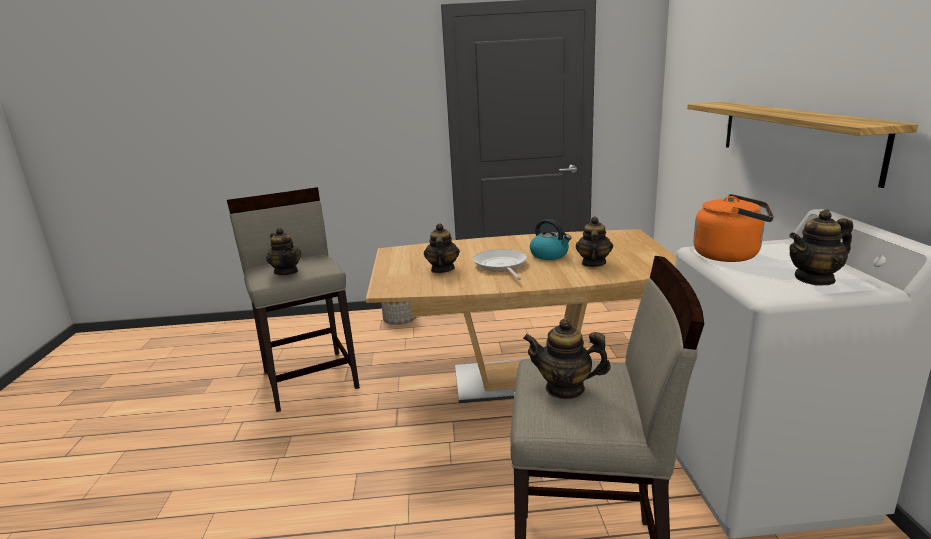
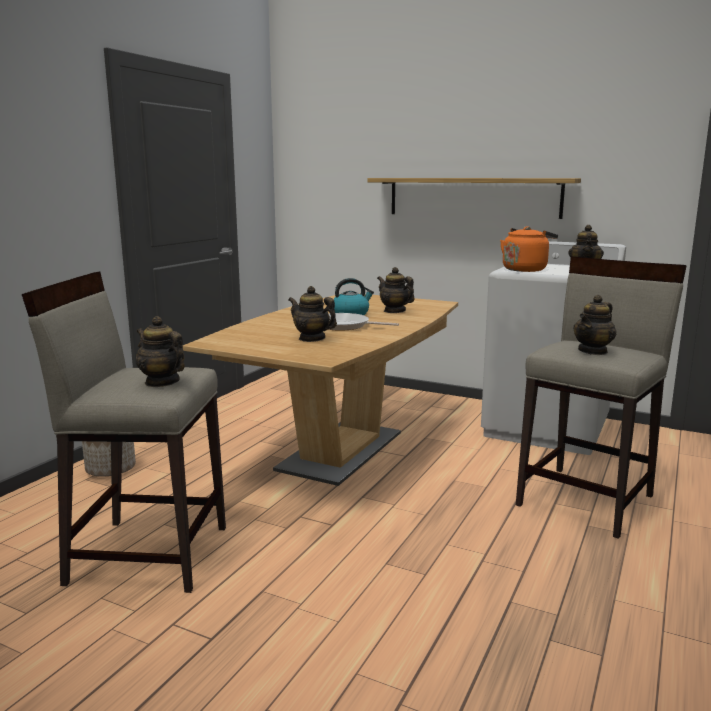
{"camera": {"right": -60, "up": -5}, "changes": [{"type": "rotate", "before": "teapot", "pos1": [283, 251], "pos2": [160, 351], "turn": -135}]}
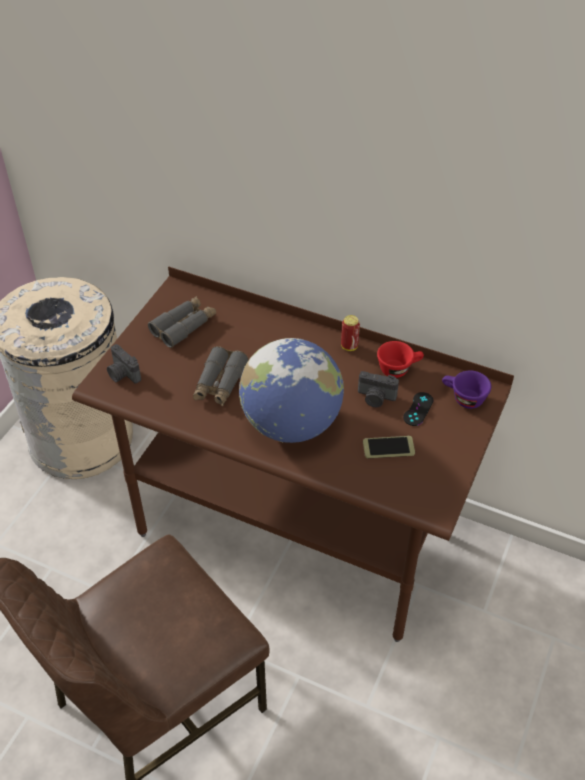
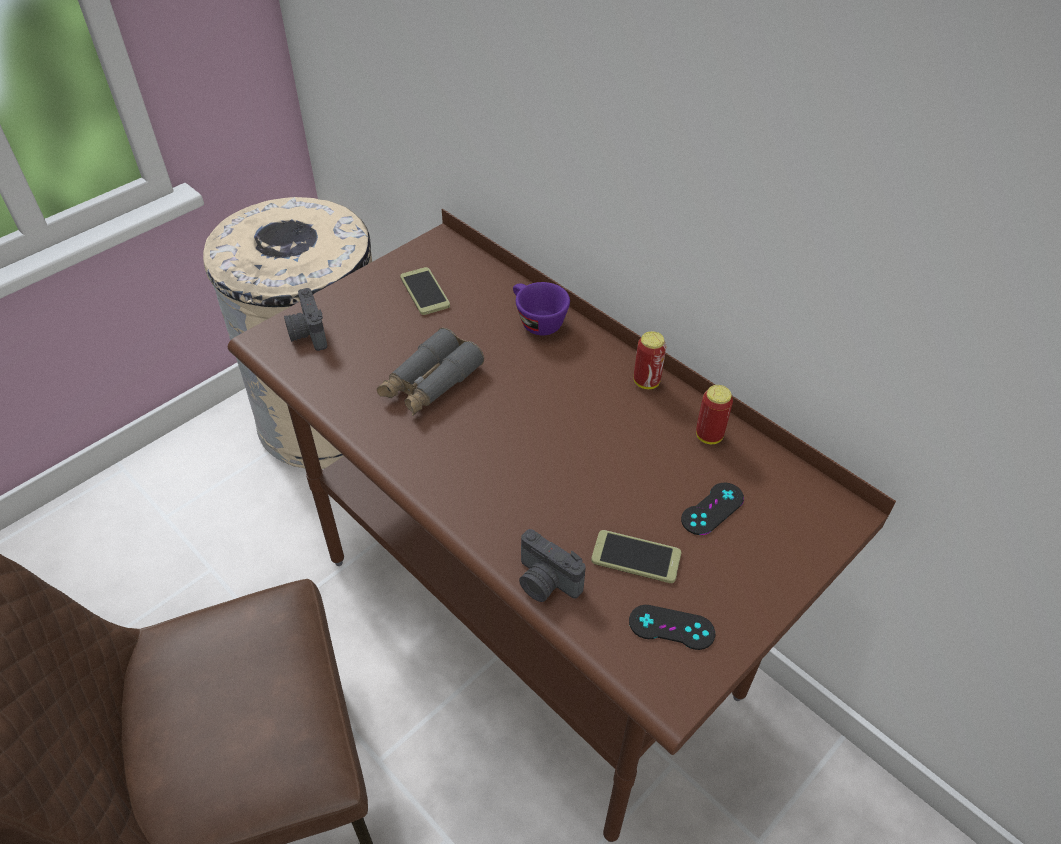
{"camera": {"right": 20, "up": 0}, "changes": [{"type": "replace", "before": "grey_binoculars", "after": "phone", "pos1": [182, 322], "pos2": [425, 291]}, {"type": "delete", "before": "globe", "pos1": [291, 390]}, {"type": "replace", "before": "red_cup", "after": "can", "pos1": [400, 359], "pos2": [714, 414]}, {"type": "move", "before": "photo_camera", "pos1": [378, 389], "pos2": [552, 565]}, {"type": "move", "before": "purple_cup", "pos1": [466, 390], "pos2": [541, 308]}, {"type": "insert", "after": "black_game_controller", "pos2": [672, 627]}]}
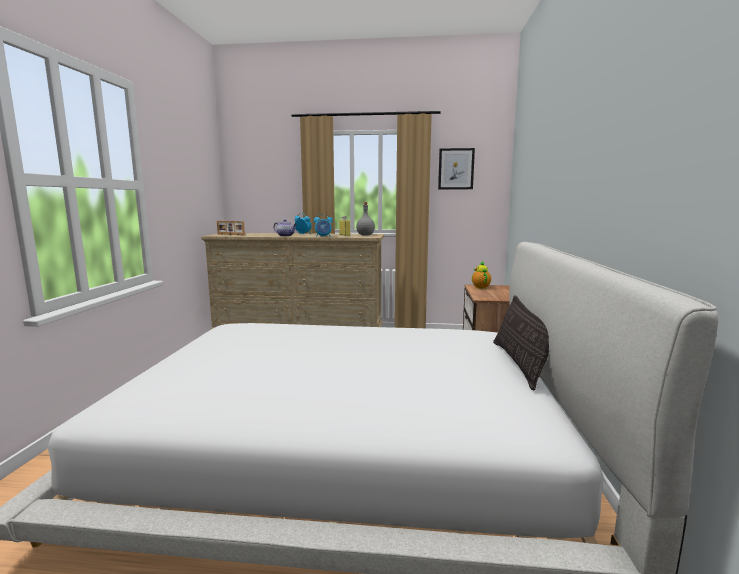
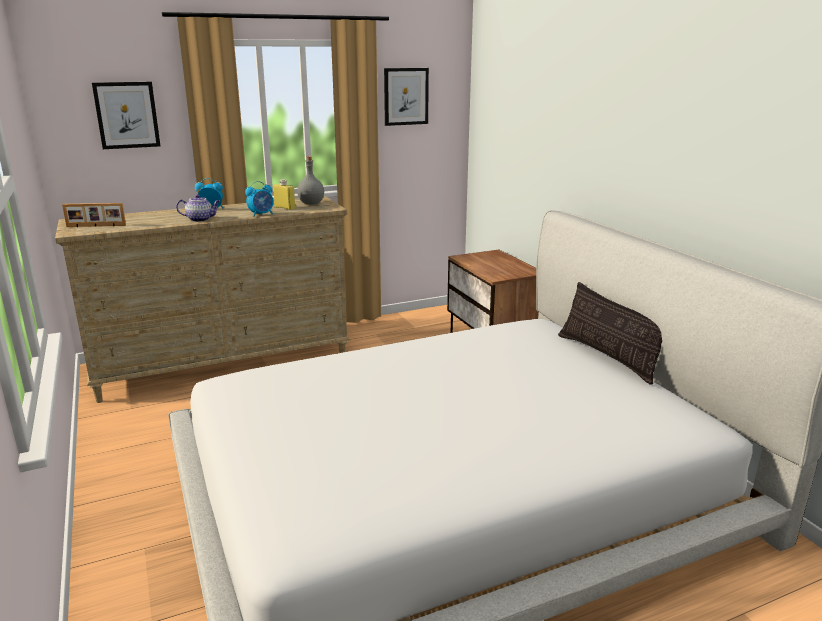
{"camera": {"right": -30, "up": 10}, "changes": [{"type": "delete", "before": "teapot", "pos1": [481, 275]}, {"type": "insert", "after": "picture", "pos2": [126, 115]}]}
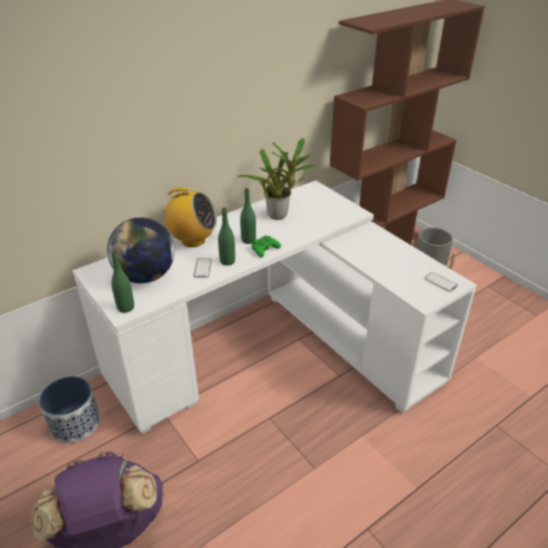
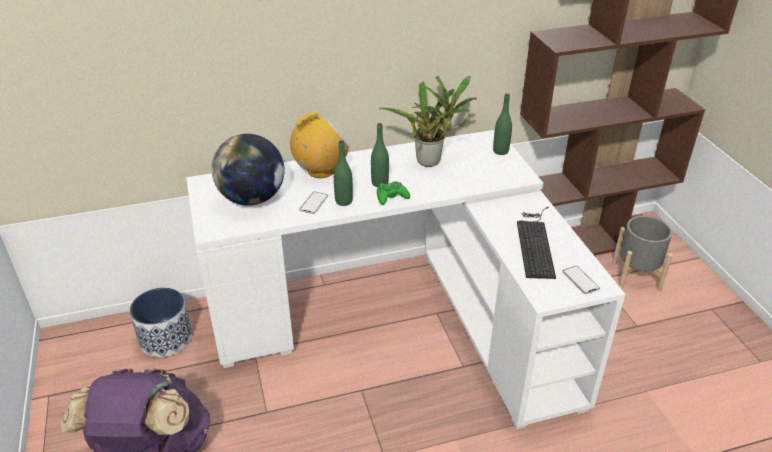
{"camera": {"right": 20, "up": 0}, "changes": [{"type": "rotate", "before": "radio", "pos1": [188, 217], "pos2": [319, 145], "turn": -60}, {"type": "move", "before": "green_bottle", "pos1": [122, 282], "pos2": [502, 124]}, {"type": "insert", "after": "keyboard", "pos2": [536, 243]}]}
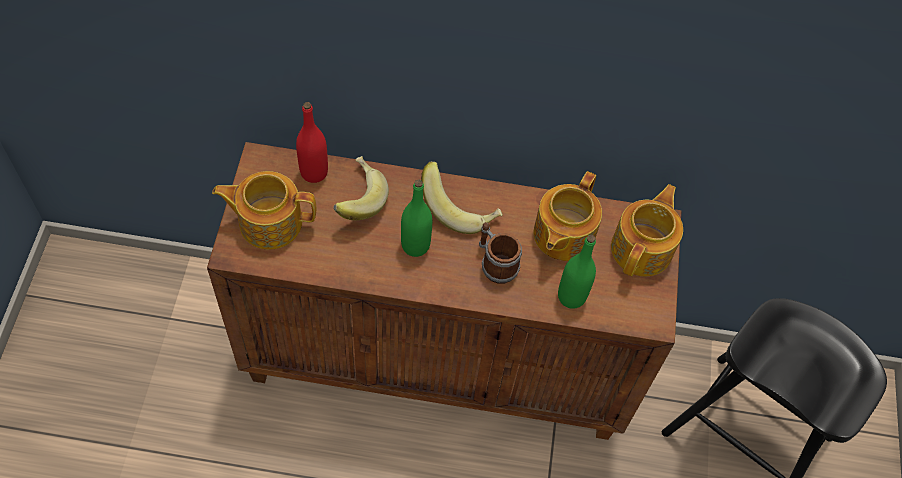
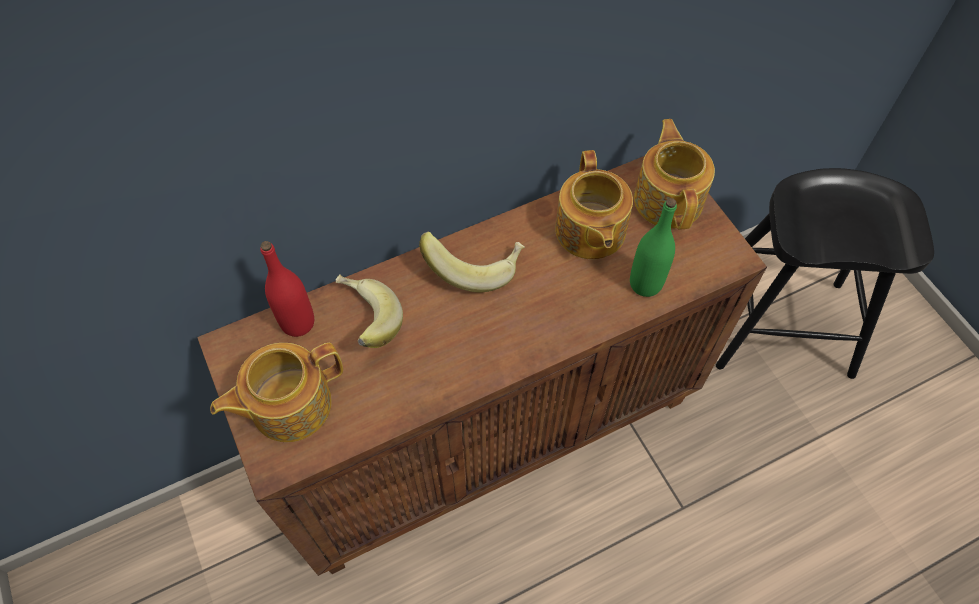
{"camera": {"right": -30, "up": 0}, "changes": [{"type": "delete", "before": "green_bottle", "pos1": [416, 218]}, {"type": "delete", "before": "mug", "pos1": [500, 253]}]}
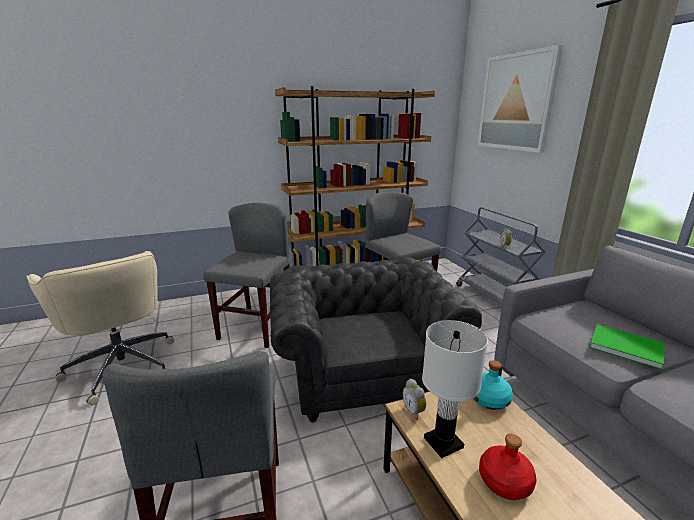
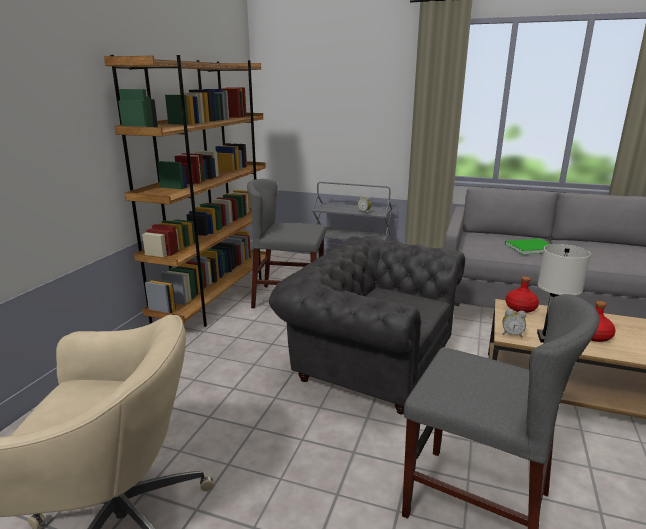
{"camera": {"right": -50, "up": 0}, "changes": [{"type": "delete", "before": "picture", "pos1": [520, 99]}, {"type": "delete", "before": "grey_chair", "pos1": [246, 275]}, {"type": "recolor", "before": "turquoise_bottle", "after": "red_bottle", "pos1": [493, 385], "pos2": [522, 294]}]}
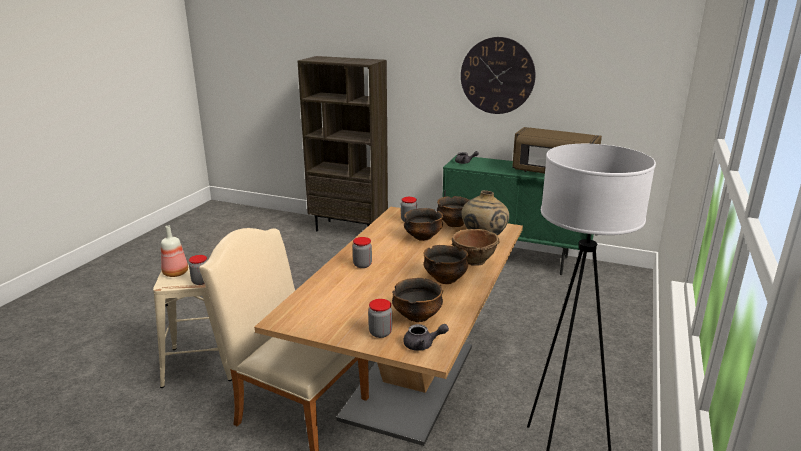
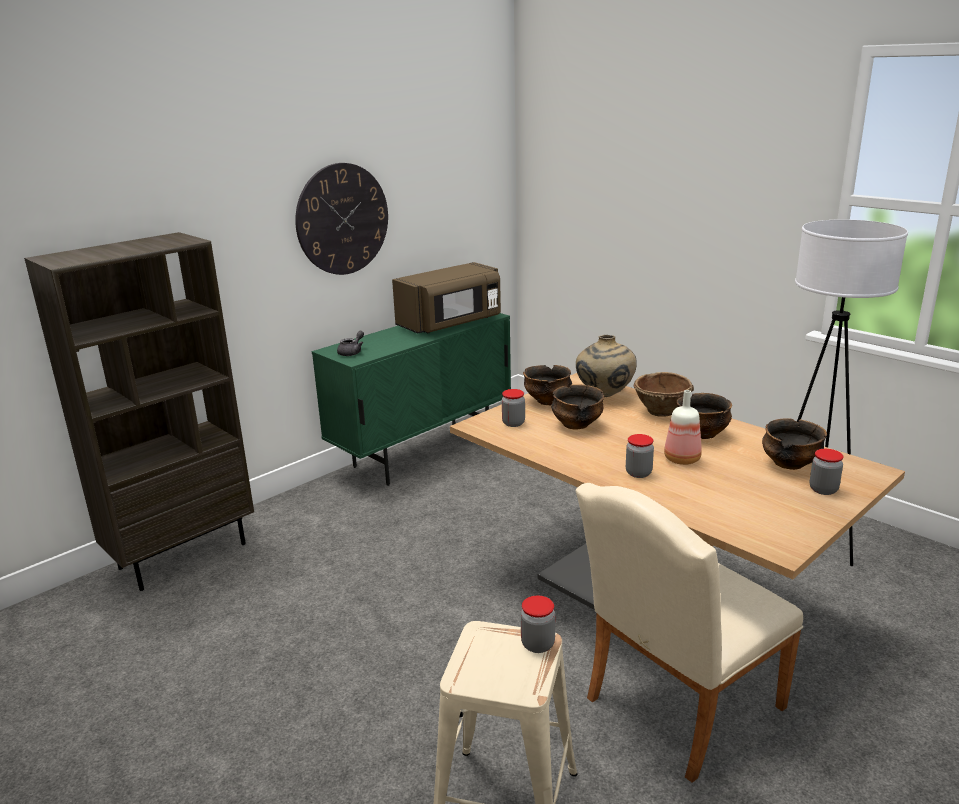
{"camera": {"right": -65, "up": 0}, "changes": [{"type": "move", "before": "bottle", "pos1": [174, 251], "pos2": [683, 427]}, {"type": "delete", "before": "grey_teapot", "pos1": [426, 337]}]}
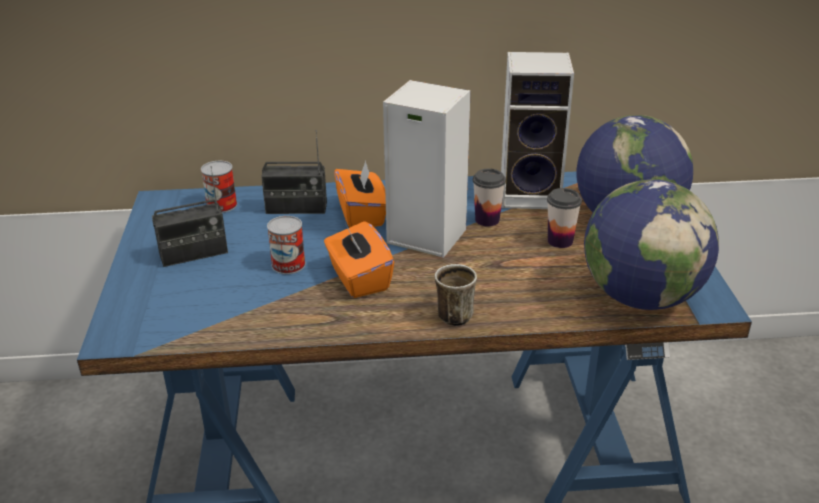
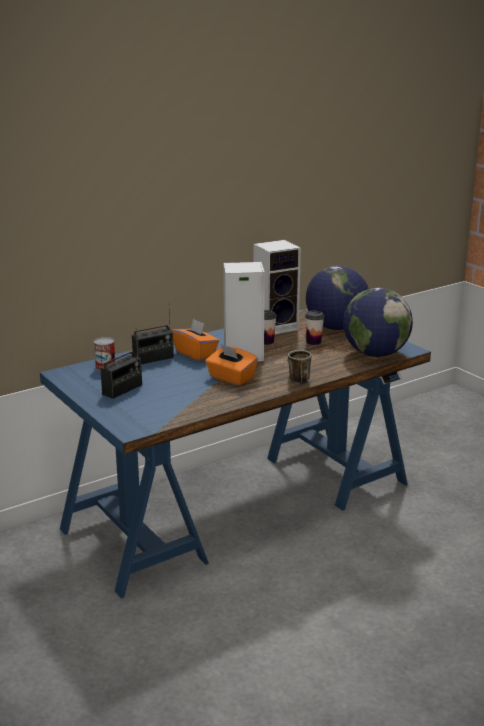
{"camera": {"right": -30, "up": -10}, "changes": [{"type": "delete", "before": "can", "pos1": [286, 245]}]}
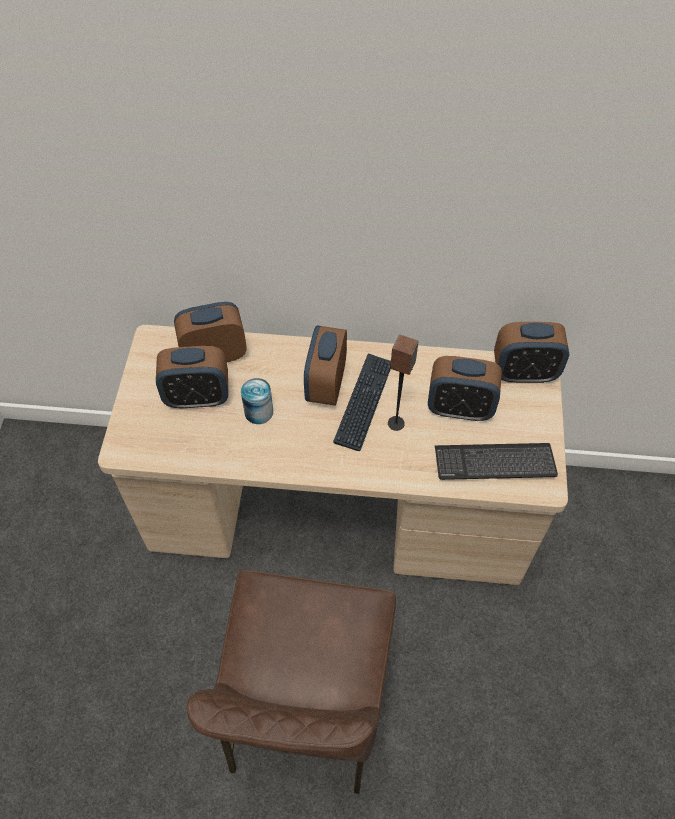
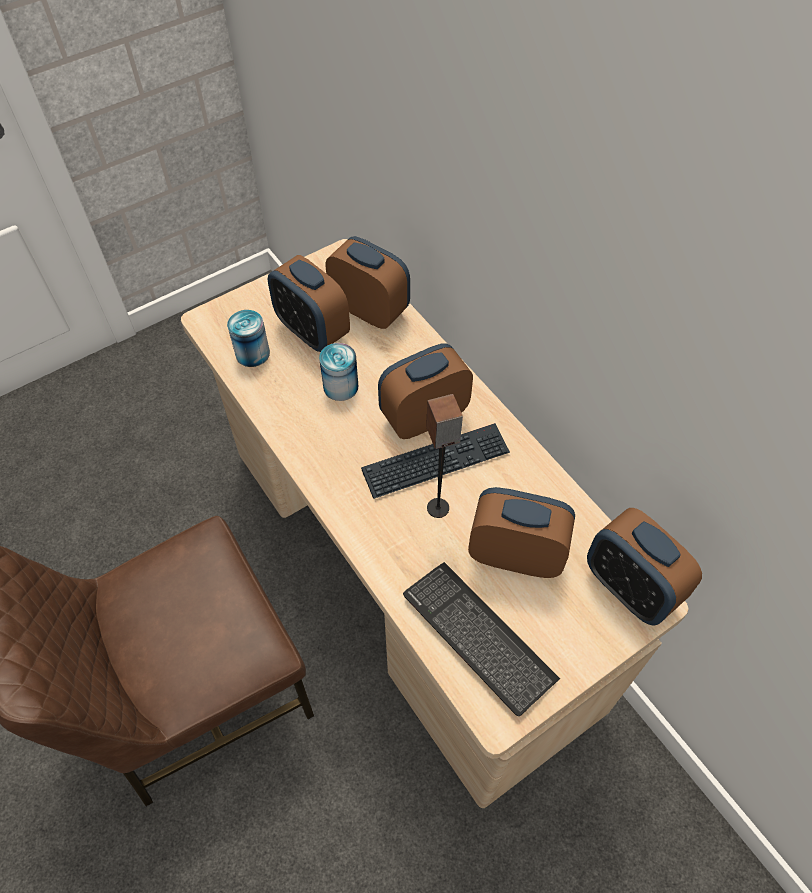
{"camera": {"right": 50, "up": 0}, "changes": [{"type": "rotate", "before": "alarm_clock", "pos1": [465, 388], "pos2": [521, 532], "turn": 135}, {"type": "insert", "after": "can", "pos2": [248, 338]}]}
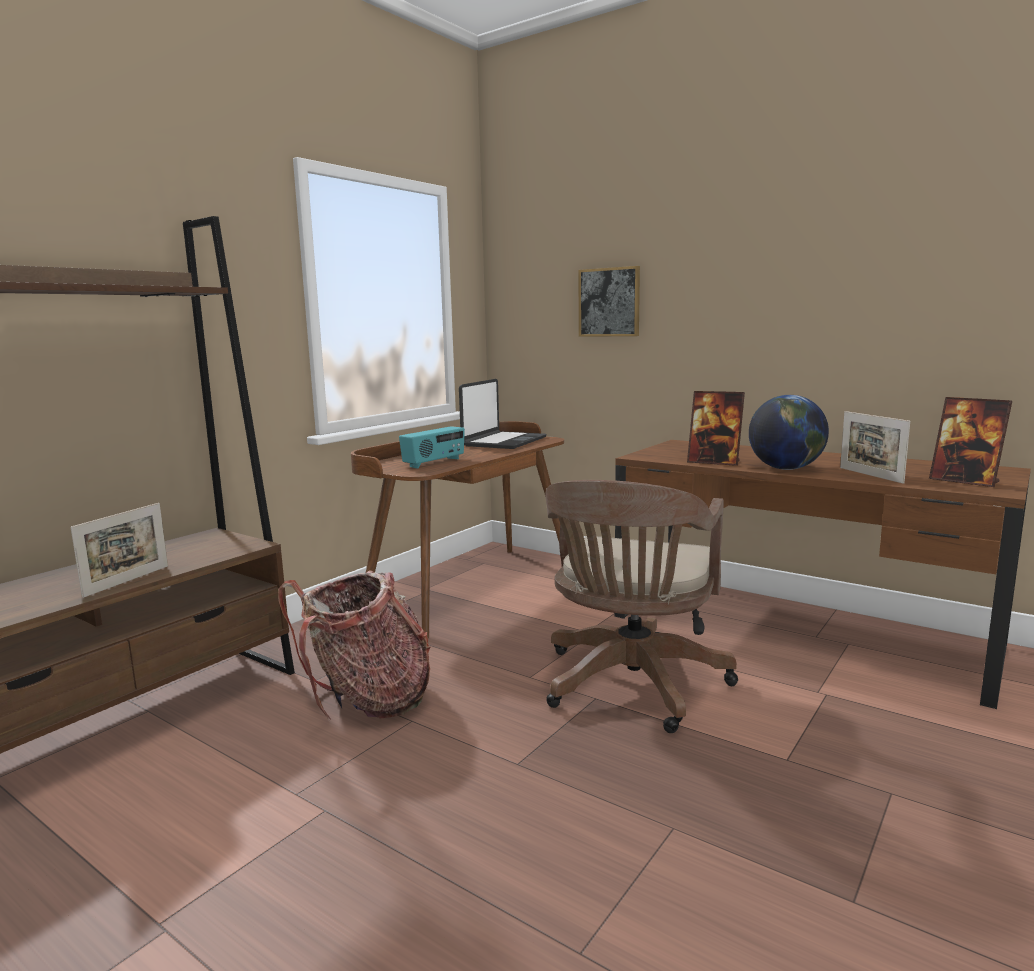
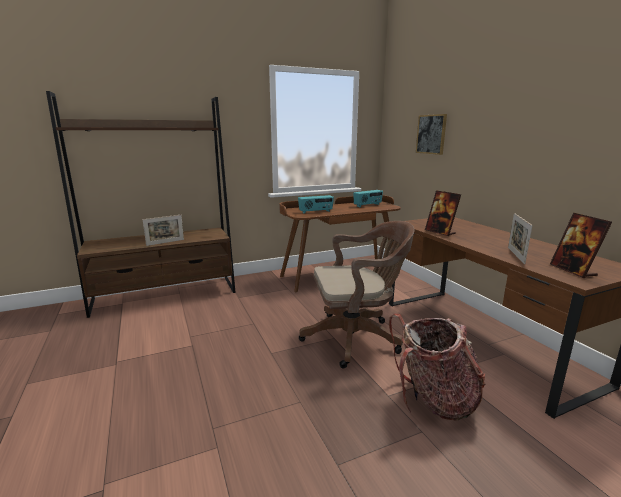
{"camera": {"right": 30, "up": 5}, "changes": [{"type": "replace", "before": "laptop", "after": "radio", "pos1": [502, 414], "pos2": [368, 198]}, {"type": "delete", "before": "globe", "pos1": [789, 432]}, {"type": "rotate", "before": "brown_office_chair", "pos1": [642, 606], "pos2": [356, 295], "turn": -150}, {"type": "move", "before": "backpack", "pos1": [354, 645], "pos2": [437, 367]}]}
